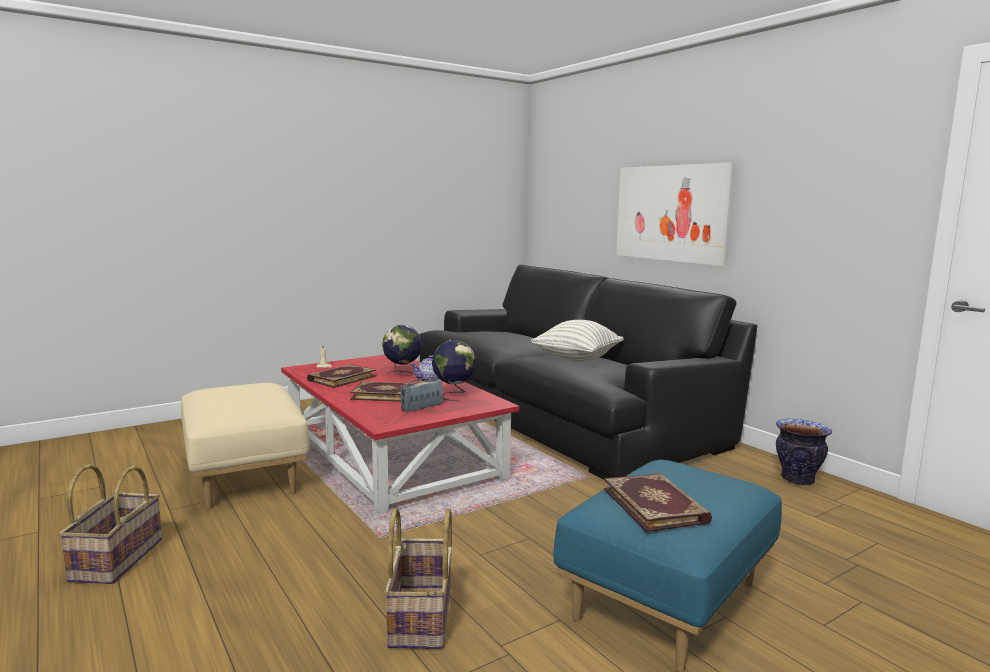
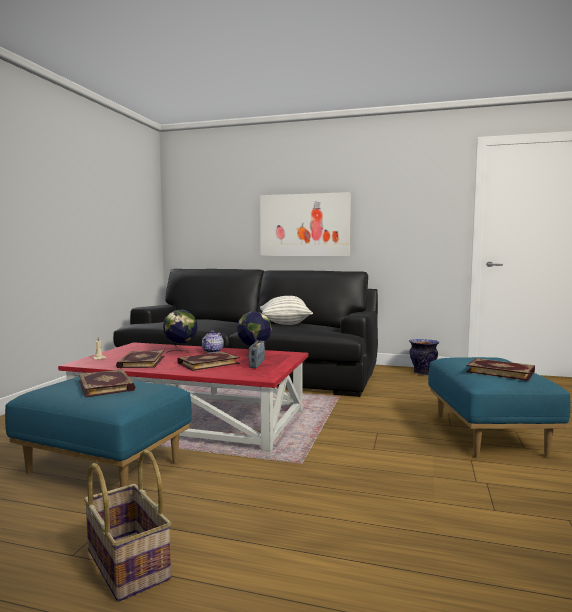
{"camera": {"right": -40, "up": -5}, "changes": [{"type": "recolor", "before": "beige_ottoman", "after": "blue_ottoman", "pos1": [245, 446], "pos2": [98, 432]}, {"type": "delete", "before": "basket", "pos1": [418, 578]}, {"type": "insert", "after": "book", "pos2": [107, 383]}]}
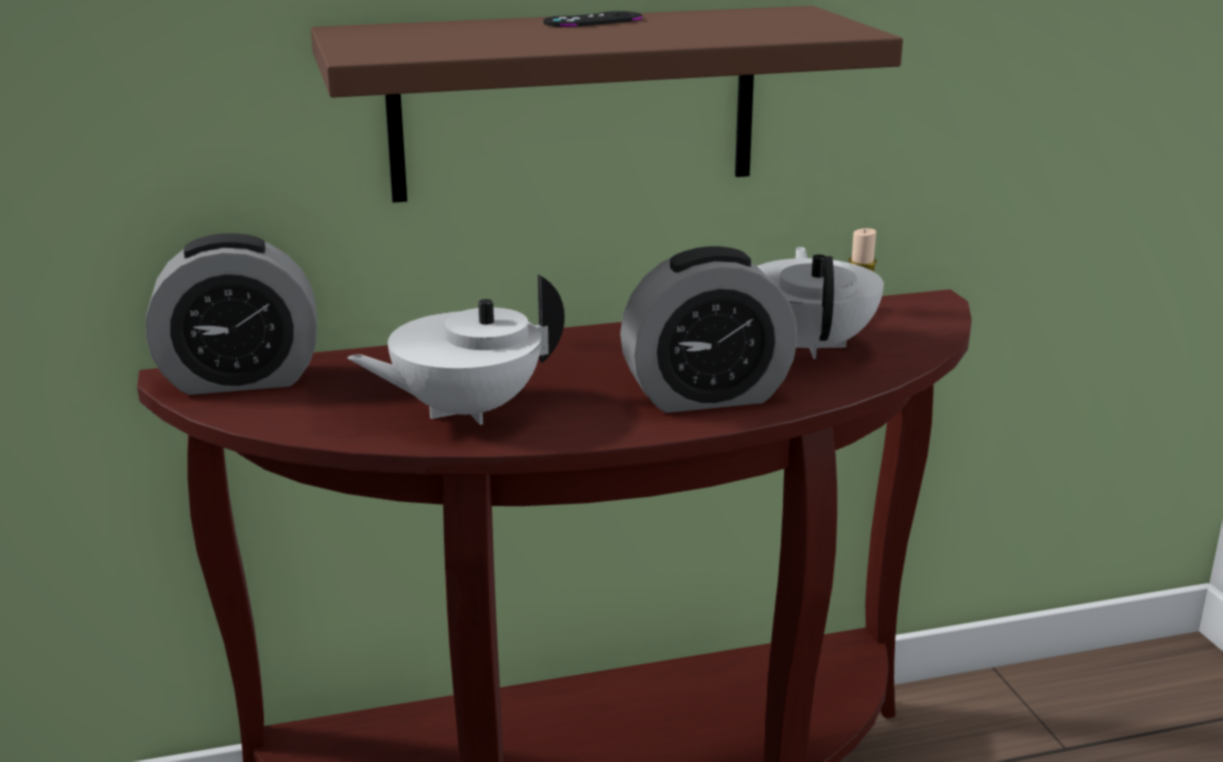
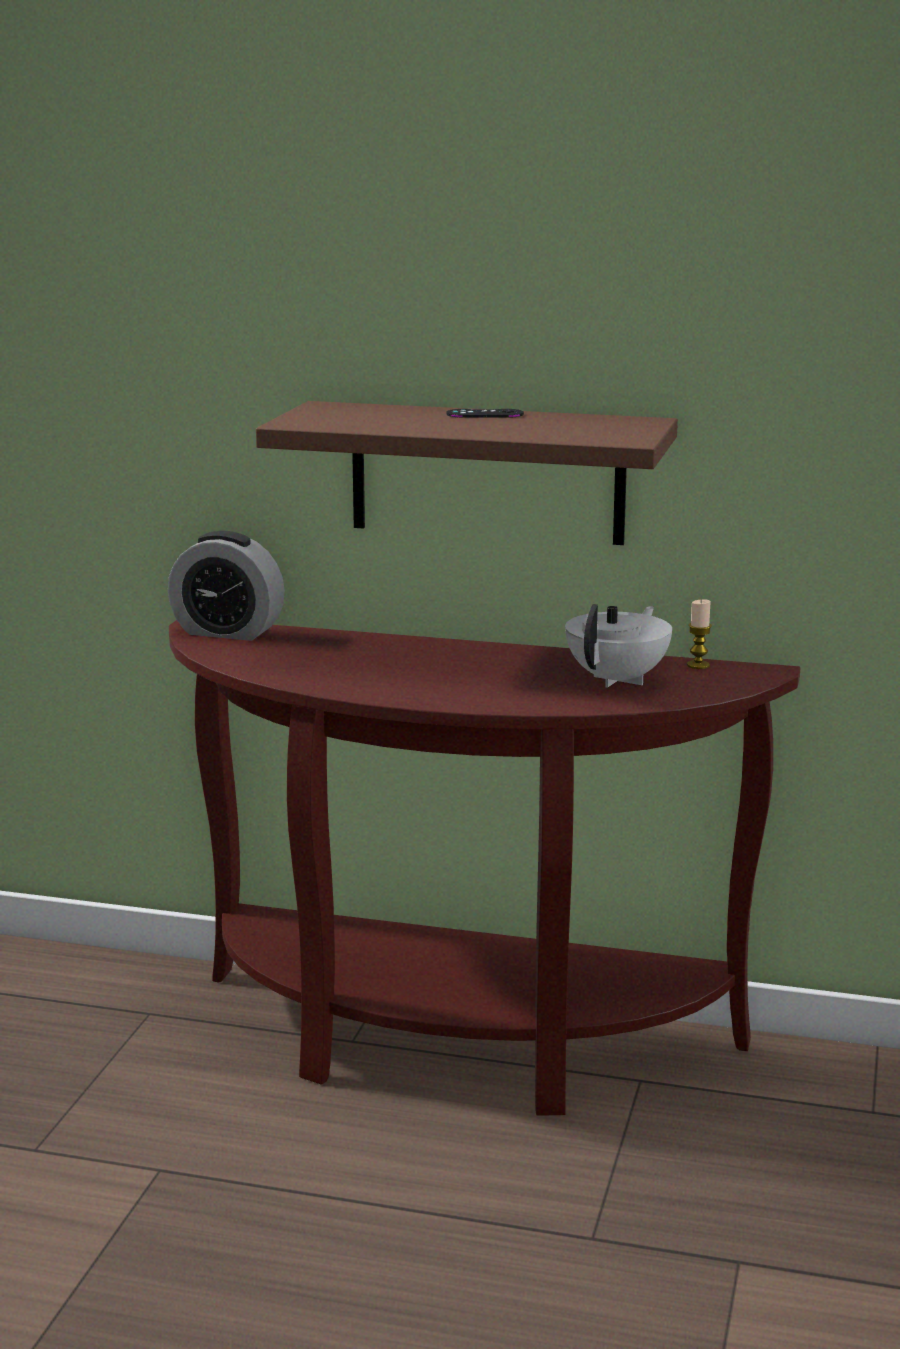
{"camera": {"right": 30, "up": -5}, "changes": [{"type": "delete", "before": "alarm_clock", "pos1": [708, 329]}, {"type": "delete", "before": "white_teapot", "pos1": [456, 349]}]}
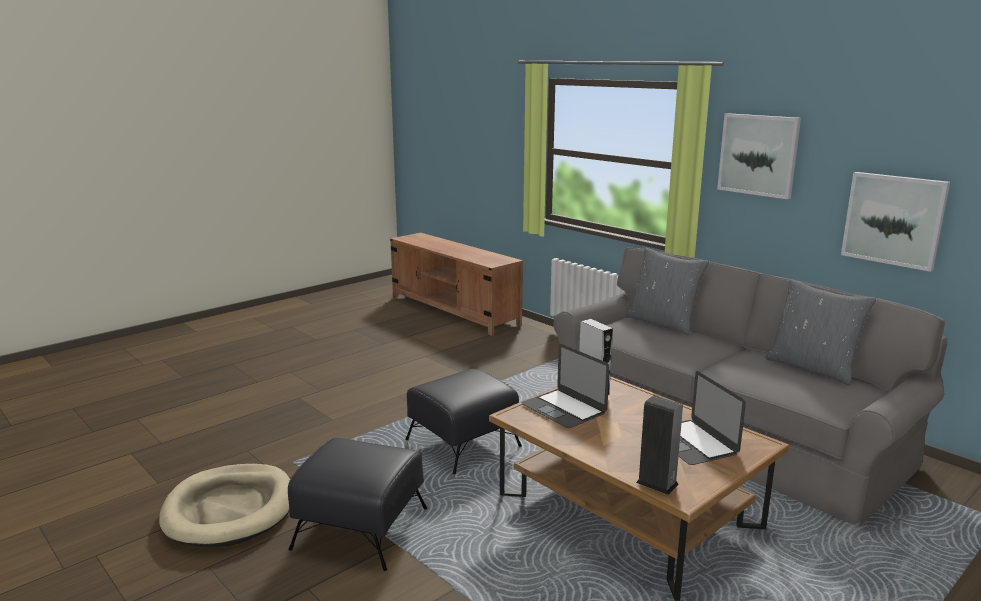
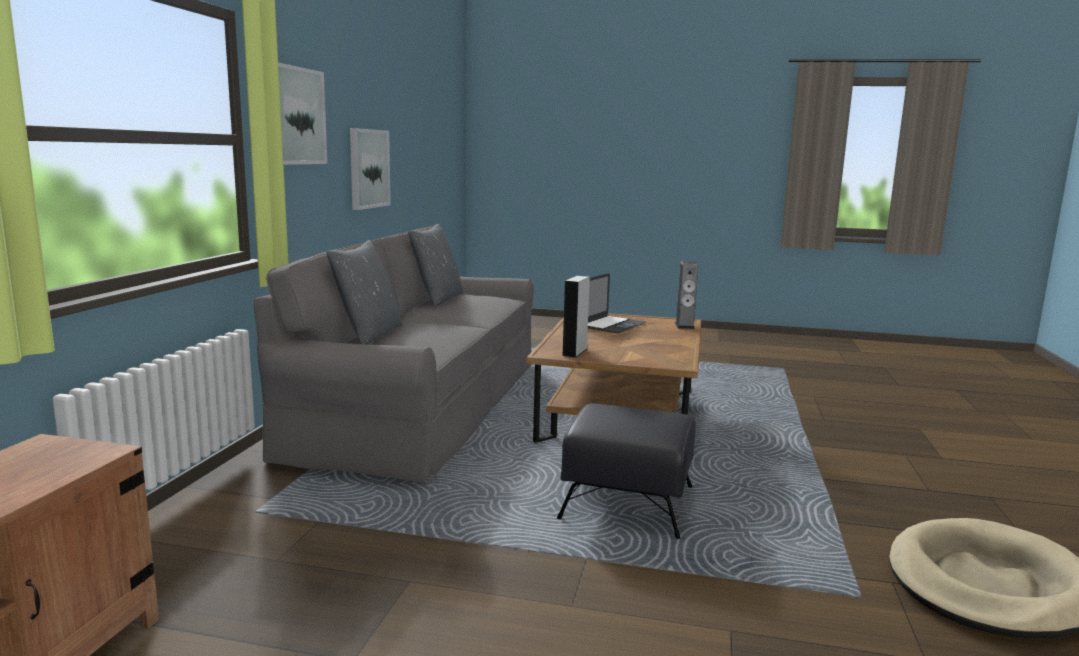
{"camera": {"right": -125, "up": -5}, "changes": [{"type": "delete", "before": "laptop", "pos1": [565, 386]}, {"type": "delete", "before": "black_ottoman", "pos1": [357, 504]}]}
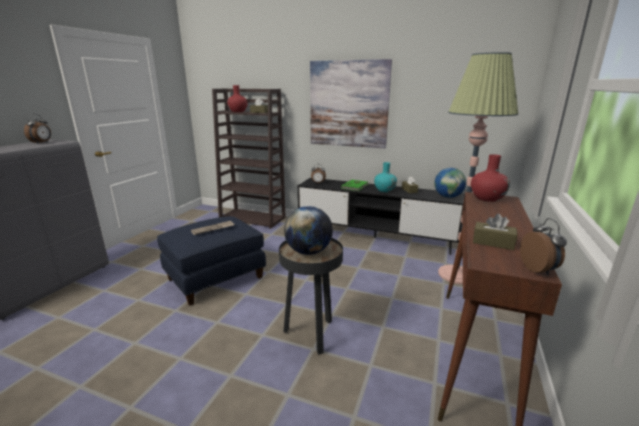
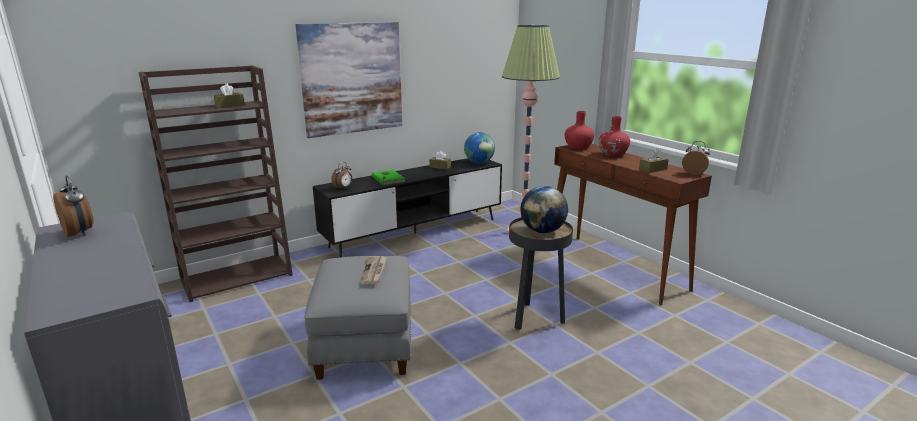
{"camera": {"right": -55, "up": 0}, "changes": [{"type": "move", "before": "red_vase", "pos1": [237, 98], "pos2": [614, 136]}, {"type": "delete", "before": "turquoise_vase", "pos1": [385, 177]}, {"type": "recolor", "before": "blue_ottoman", "after": "grey_ottoman", "pos1": [211, 261], "pos2": [357, 318]}]}
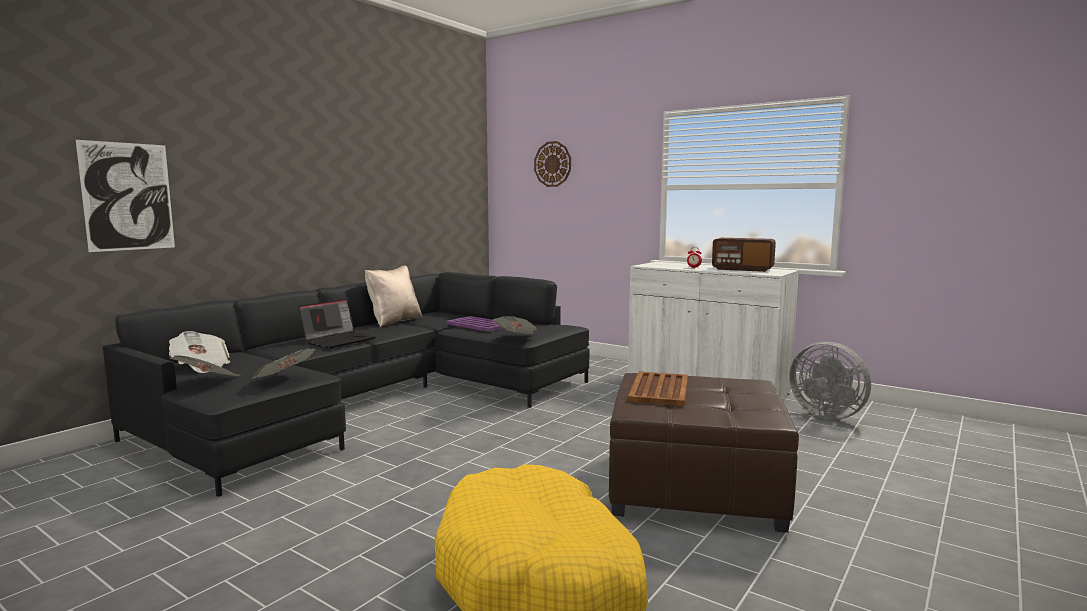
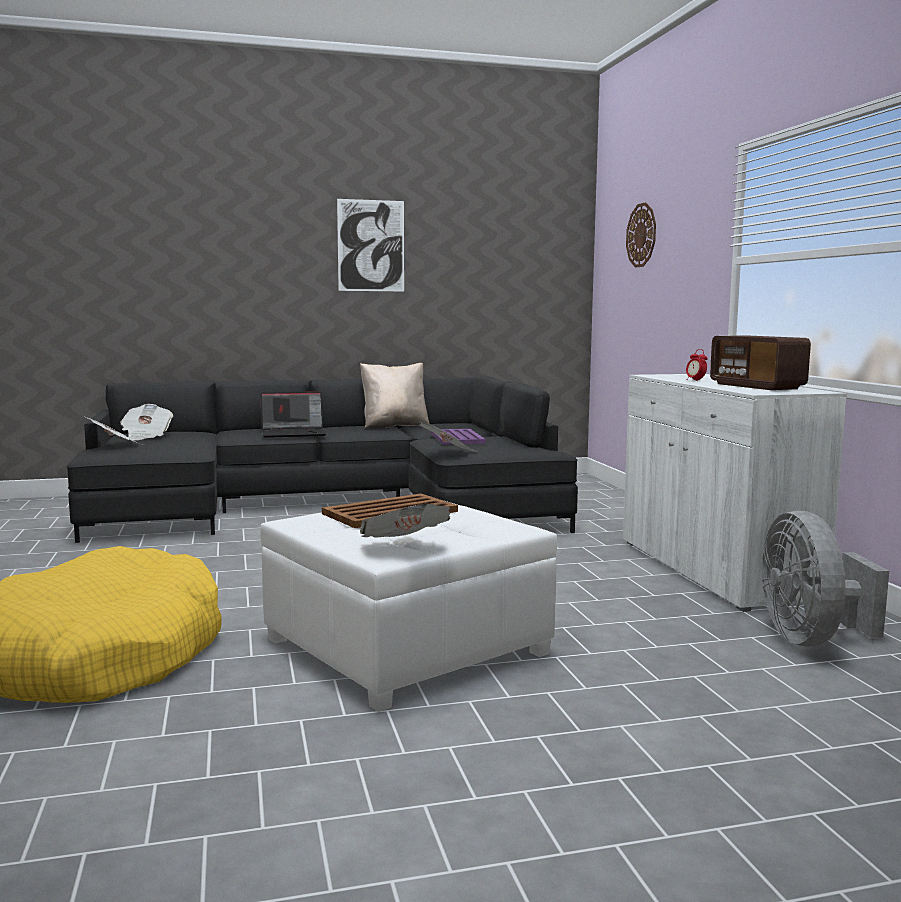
{"camera": {"right": 40, "up": 0}, "changes": [{"type": "move", "before": "picture", "pos1": [125, 196], "pos2": [370, 245]}, {"type": "move", "before": "newspaper", "pos1": [283, 363], "pos2": [405, 521]}, {"type": "recolor", "before": "brown_ottoman", "after": "white_ottoman", "pos1": [704, 453], "pos2": [408, 606]}]}
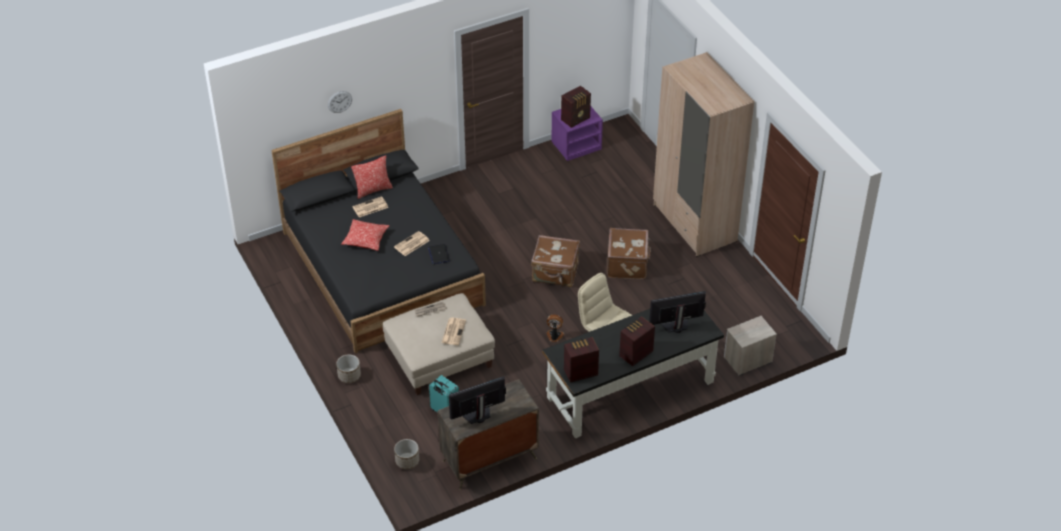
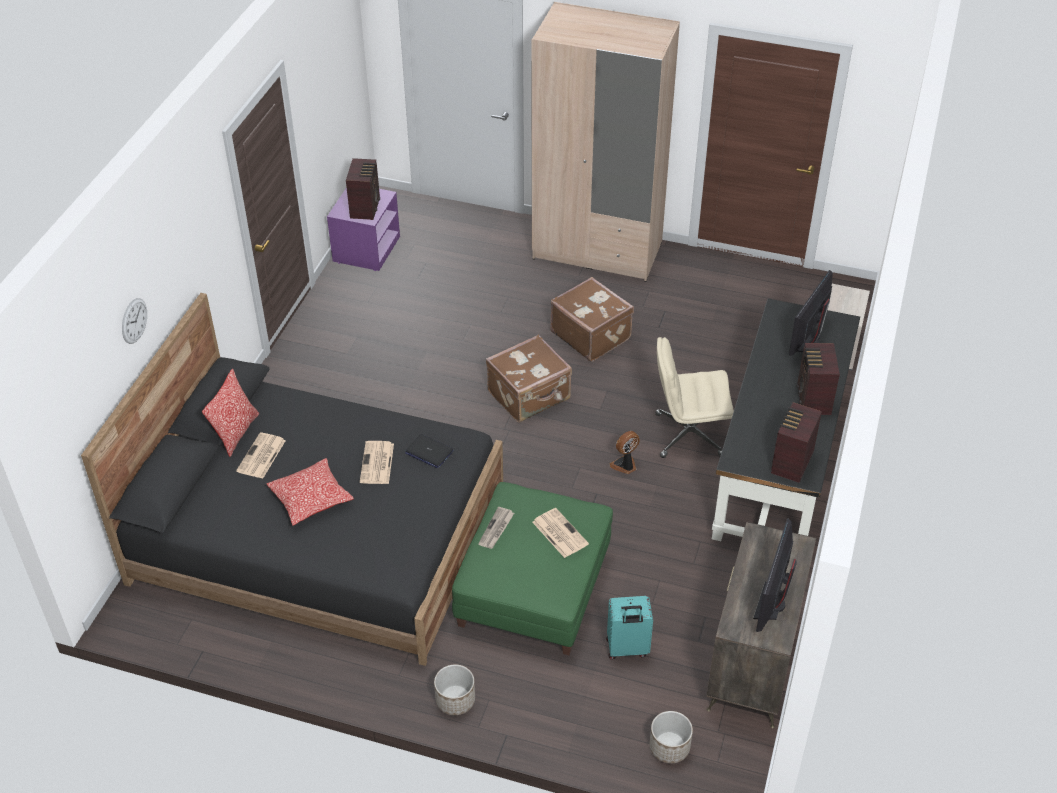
{"camera": {"right": -45, "up": 0}, "changes": [{"type": "recolor", "before": "beige_ottoman", "after": "green_ottoman", "pos1": [439, 344], "pos2": [532, 568]}]}
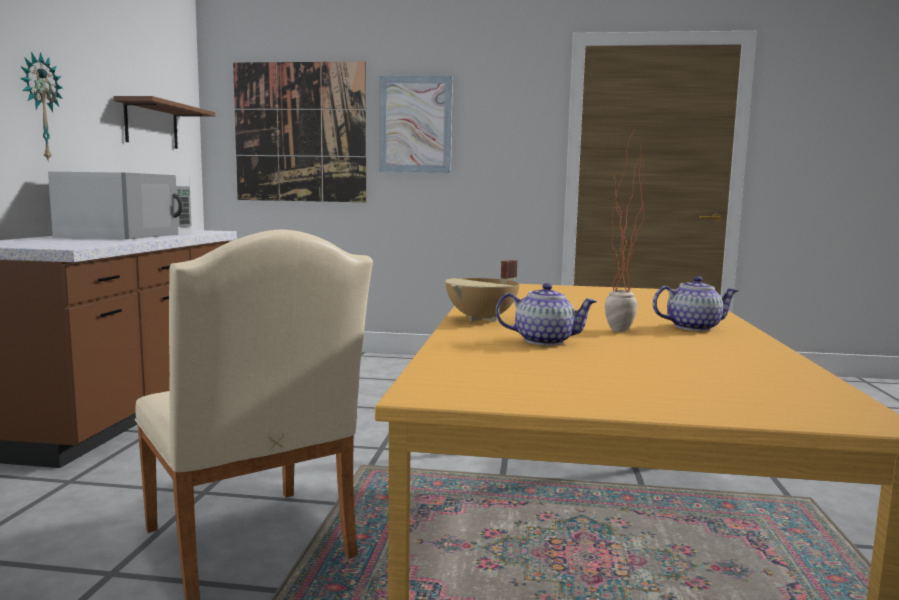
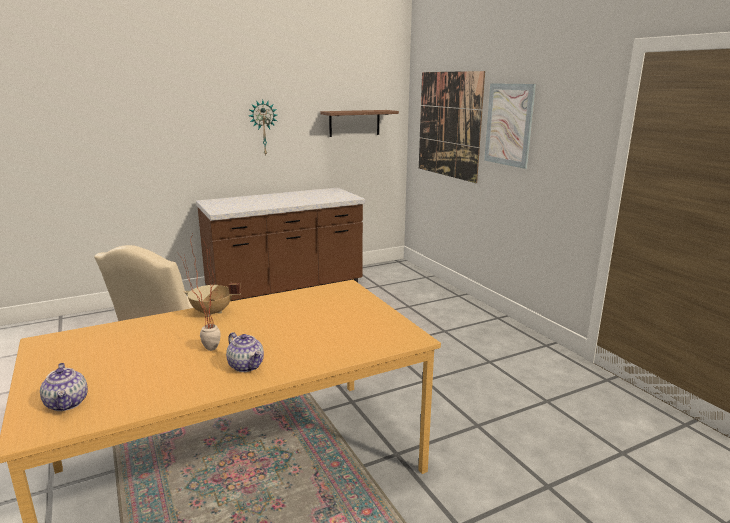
{"camera": {"right": 55, "up": 10}, "changes": [{"type": "delete", "before": "white_microwave", "pos1": [120, 205]}, {"type": "move", "before": "teapot", "pos1": [546, 314], "pos2": [64, 387]}]}
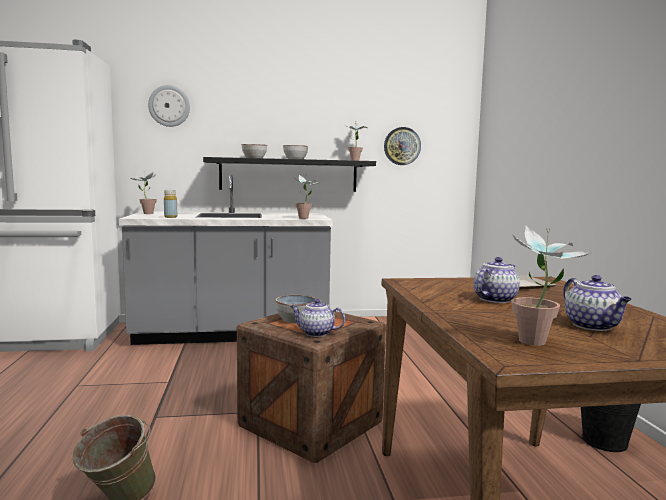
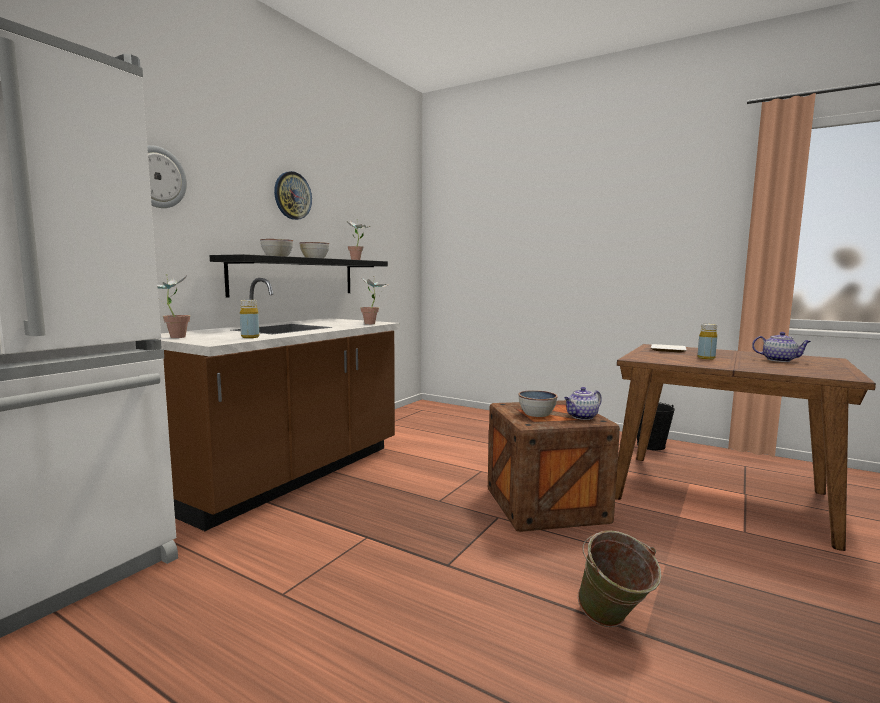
{"camera": {"right": -50, "up": 0}, "changes": [{"type": "move", "before": "wall_clock", "pos1": [402, 146], "pos2": [293, 195]}, {"type": "recolor", "before": "grey_counter", "after": "brown_counter", "pos1": [226, 260], "pos2": [280, 404]}, {"type": "delete", "before": "potted_plant", "pos1": [551, 286]}, {"type": "replace", "before": "teapot", "after": "yellow_bottle", "pos1": [496, 280], "pos2": [707, 342]}]}
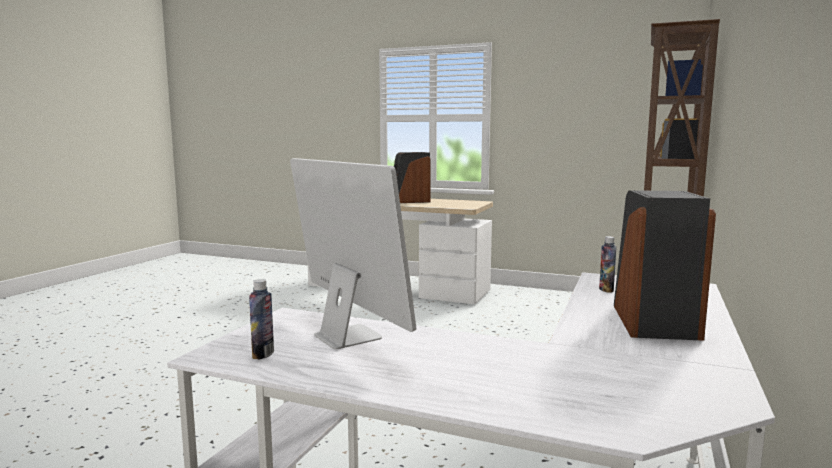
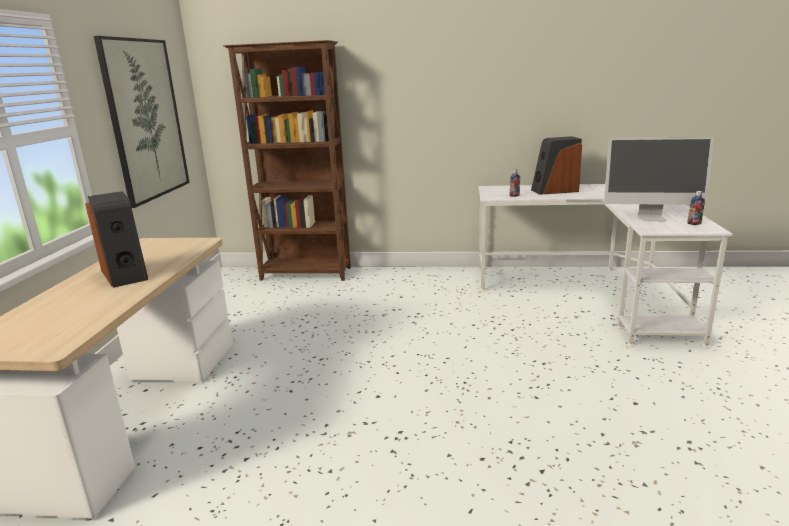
{"camera": {"right": -105, "up": 10}, "changes": [{"type": "rotate", "before": "monitor", "pos1": [353, 253], "pos2": [659, 179], "turn": -120}, {"type": "insert", "after": "picture", "pos2": [142, 122]}]}
